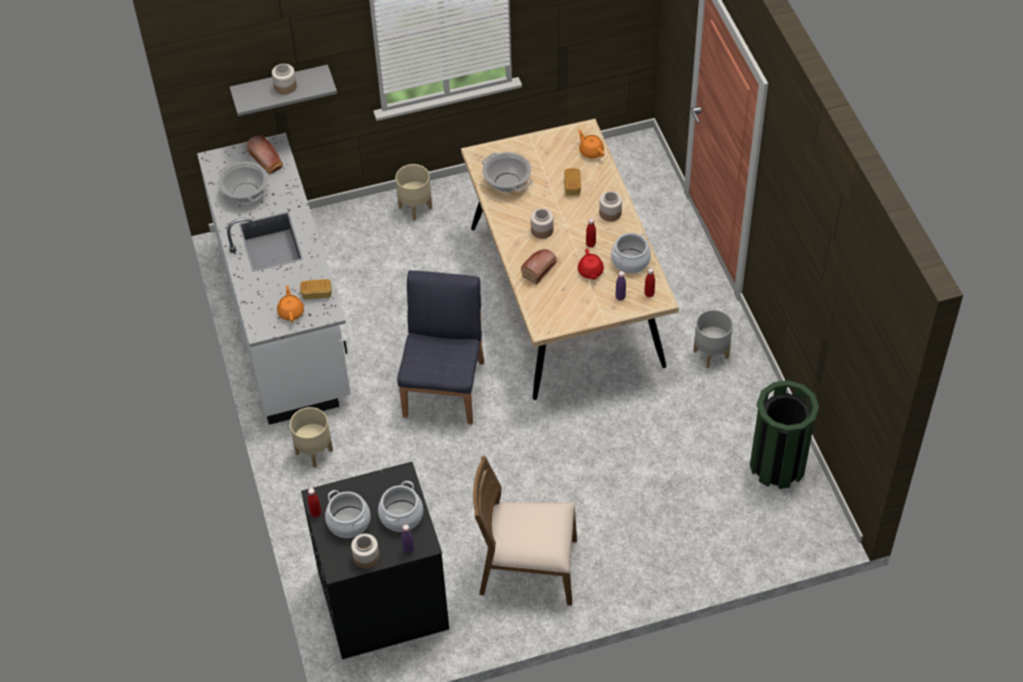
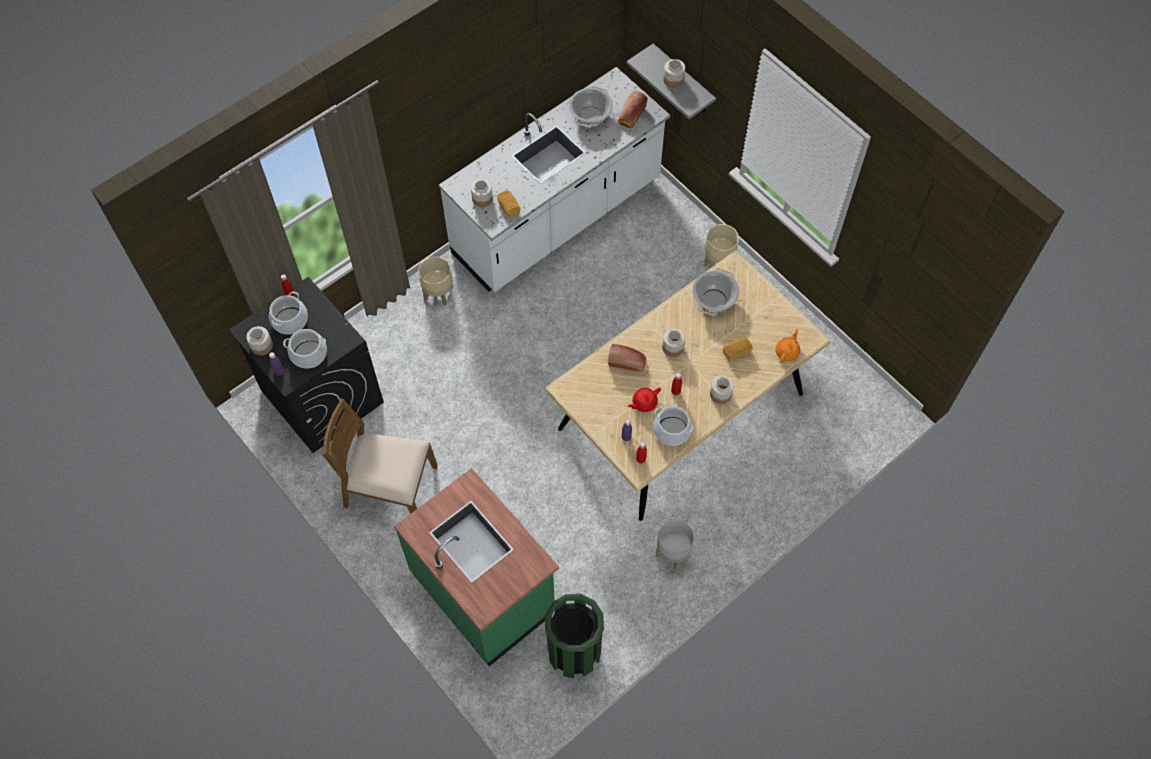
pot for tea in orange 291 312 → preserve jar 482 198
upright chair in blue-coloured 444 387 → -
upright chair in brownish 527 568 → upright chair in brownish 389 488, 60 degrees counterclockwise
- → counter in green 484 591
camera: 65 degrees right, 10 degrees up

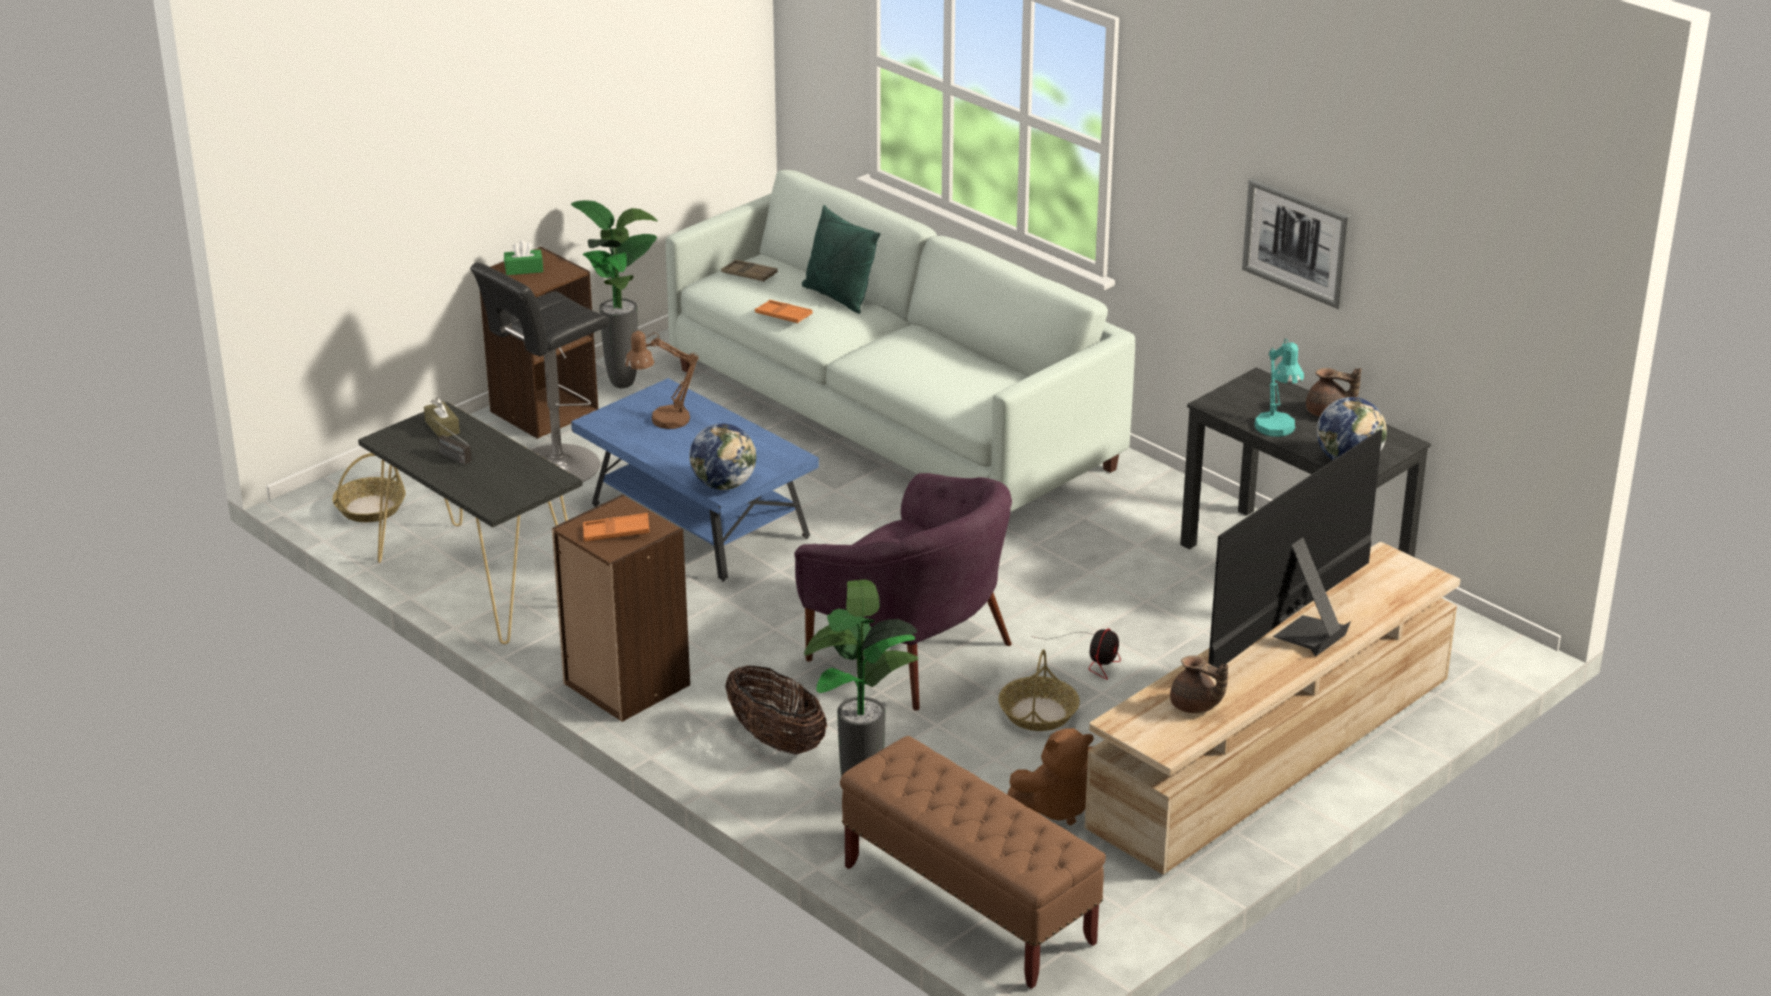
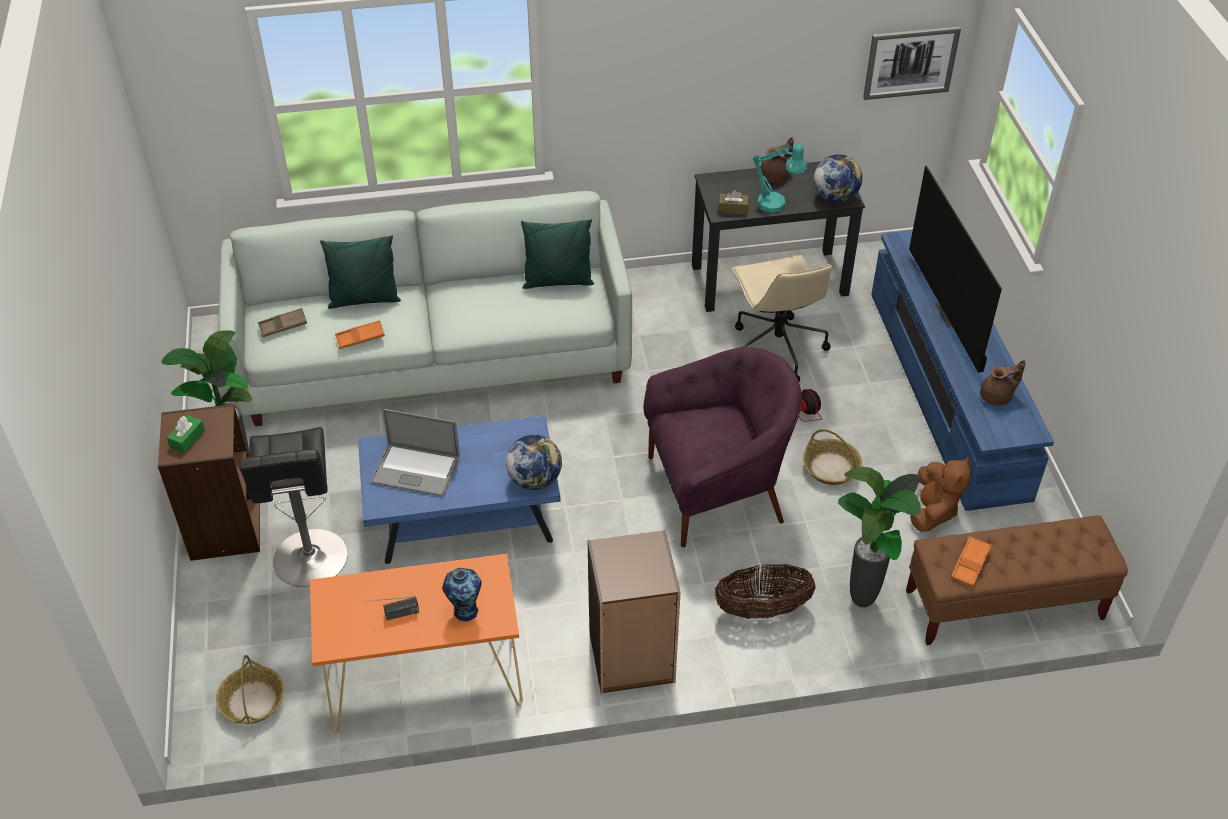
narrow table in black-coloured 479 582 → narrow table in orange 424 680
box of tissues in brownish 442 427 → box of tissues in brownish 733 209, moved
serving tray in orange 616 532 → serving tray in orange 970 564, moved
lamp for a table in brownish 662 421 → notebook computer 416 470
tv unit in beige-coloured 1272 753 → tv unit in blue-coloured 946 392
picture 1297 242 → picture 910 62, moved
- → vase 465 611
- → throw pillow in green 558 281
- → office chair in beige-coloured 776 348
camera: 55 degrees left, 15 degrees up

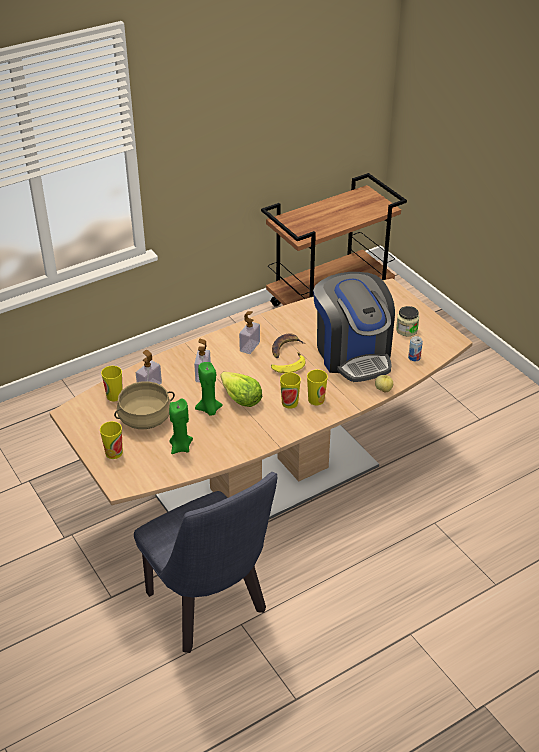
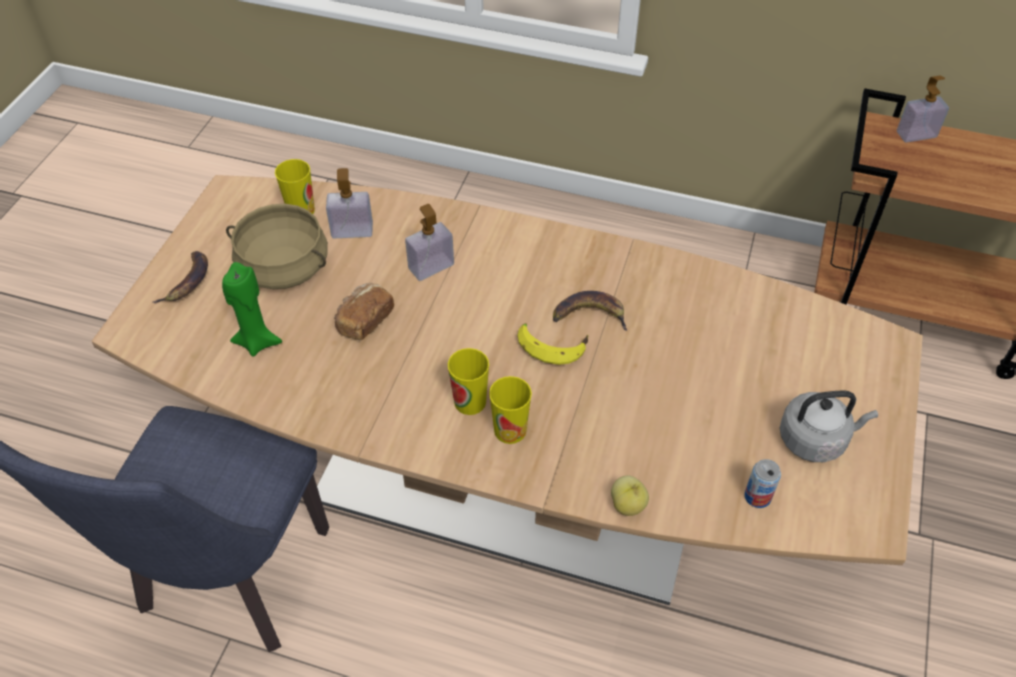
drinking cup 114 452 → banana 188 282
wax light in green 209 410 → bread 364 321
head of lettuce 240 398 → -
soap dispenser 249 346 → soap dispenser 916 134, moved
coffee maker 353 354 → -
preserve jar 406 330 → water kettle in grey 815 439
camera: 50 degrees right, 10 degrees up

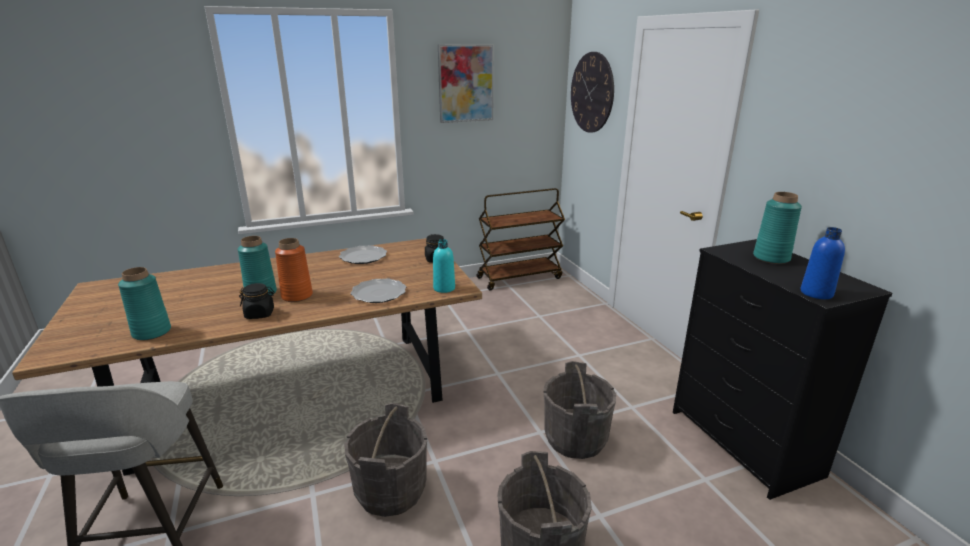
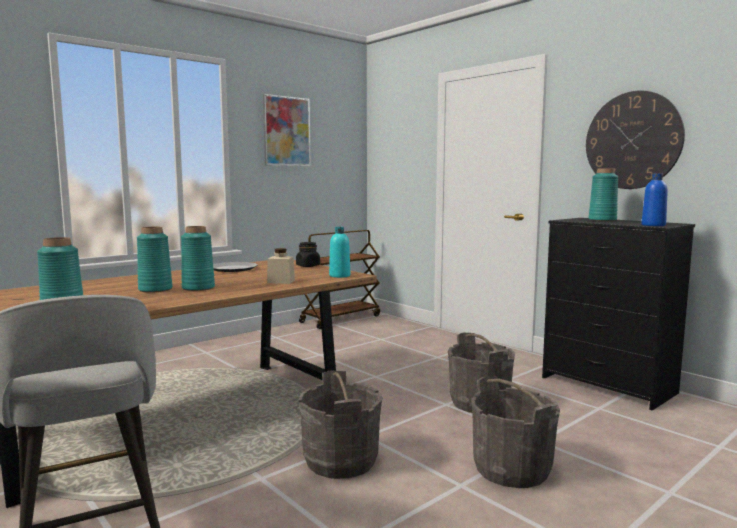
preserve jar in black-coloured 260 314 → -
vase in orange 297 296 → vase in turquoise-coloured 198 288
plate 378 293 → preserve jar in beige-coloured 281 281
clock on the wall 592 93 → clock on the wall 632 140, moved
camera: 20 degrees left, 15 degrees down

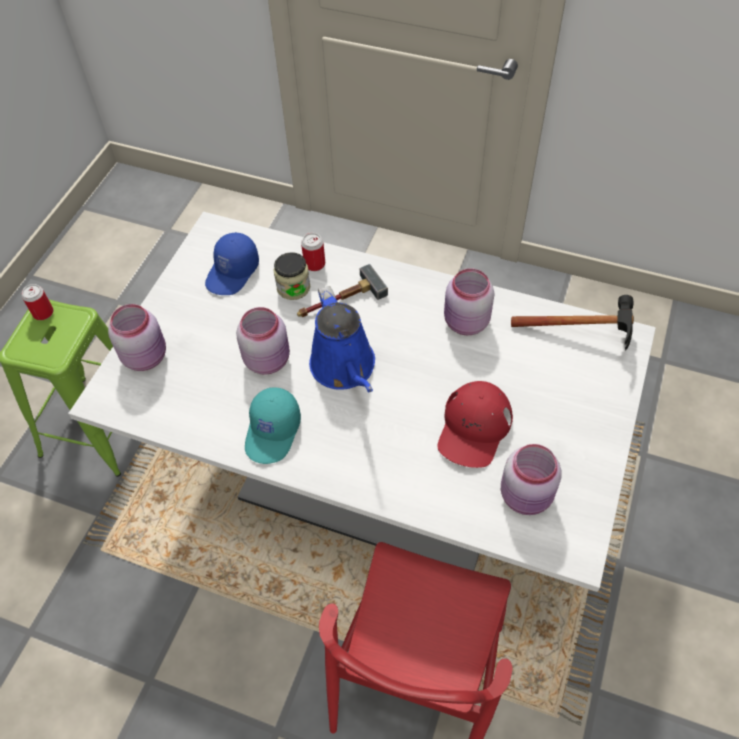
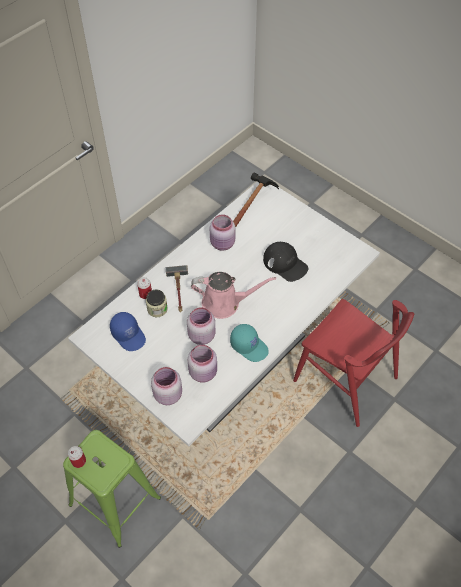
watering can in blue-coloured 345 368 → watering can in pinkish 225 303
baseball cap in red 474 428 → baseball cap in black-coloured 285 264
preserve jar in pinkish 527 496 → preserve jar in pinkish 204 372, moved
camera: 70 degrees left, 0 degrees up

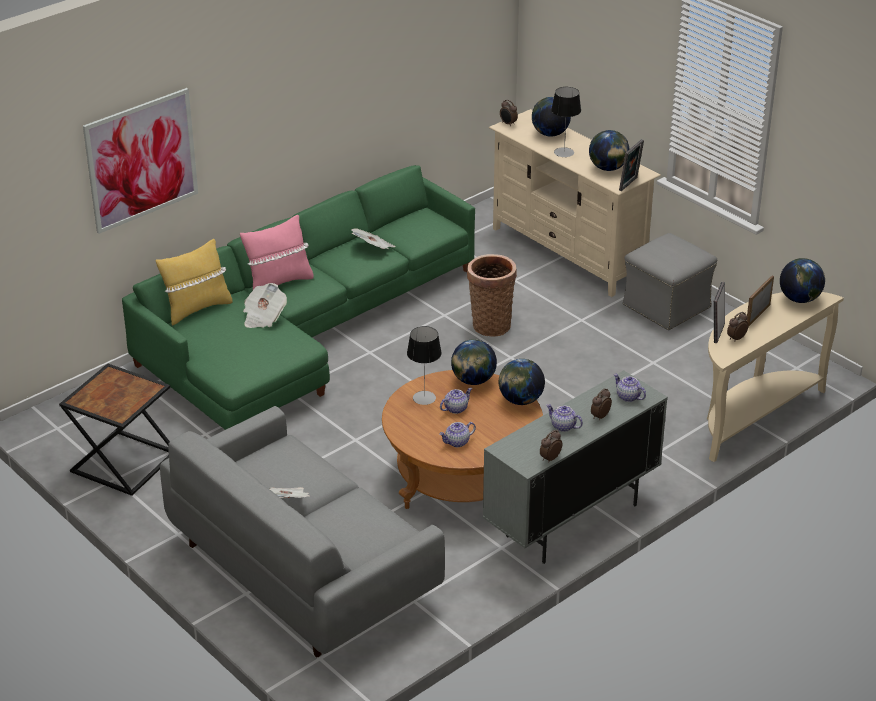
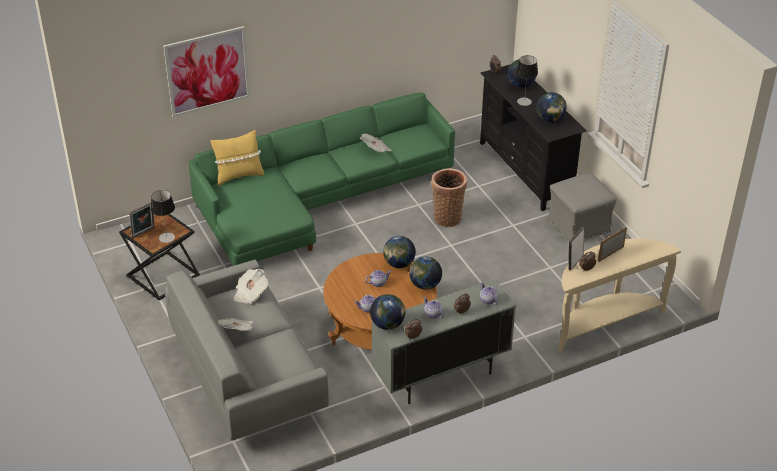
throw pillow in pinkish 278 283 → -
printed paper 263 317 → printed paper 250 294, moved
lamp for a table 424 398 → lamp for a table 167 237, moved
tv unit in beige-coloured 568 253 → tv unit in black-coloured 526 171
standing frame 630 184 → standing frame 144 233, moved
world globe 799 299 → world globe 387 325, moved
camera: 15 degrees right, 5 degrees up

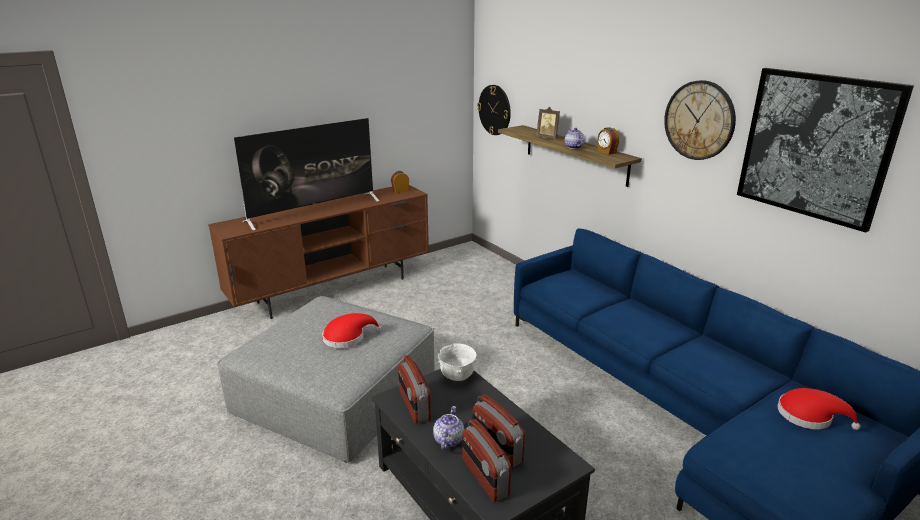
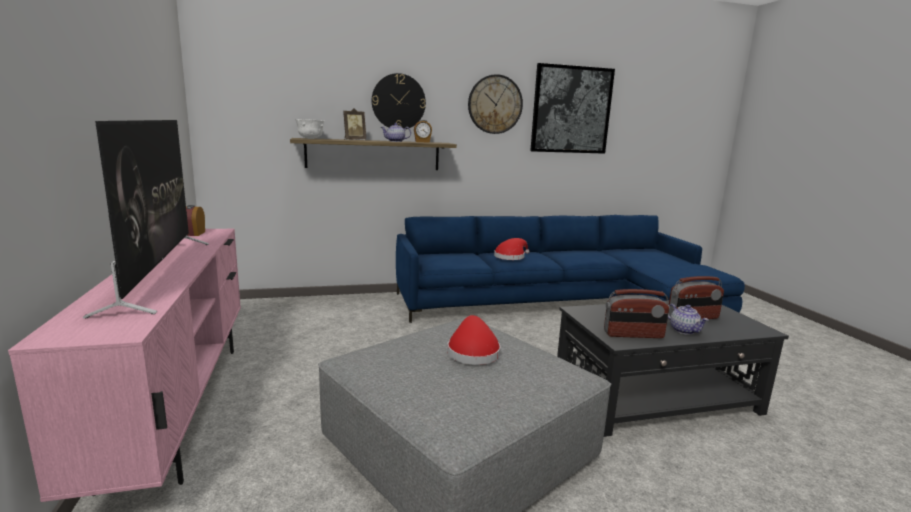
tv unit in brownish 334 290 → tv unit in pinkish 180 406
pot for tea 448 439 → pot for tea 684 330, 150 degrees counterclockwise
serving bowl in white-coloured 457 376 → serving bowl in white-coloured 310 138, moved
radio receiver 484 478 → -
clock on the wall 494 110 → clock on the wall 398 102, moved
clothing hat in red 809 416 → clothing hat in red 511 256, moved
camera: 70 degrees left, 10 degrees down

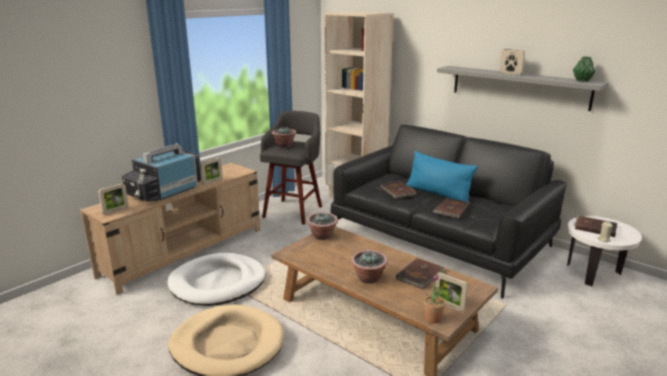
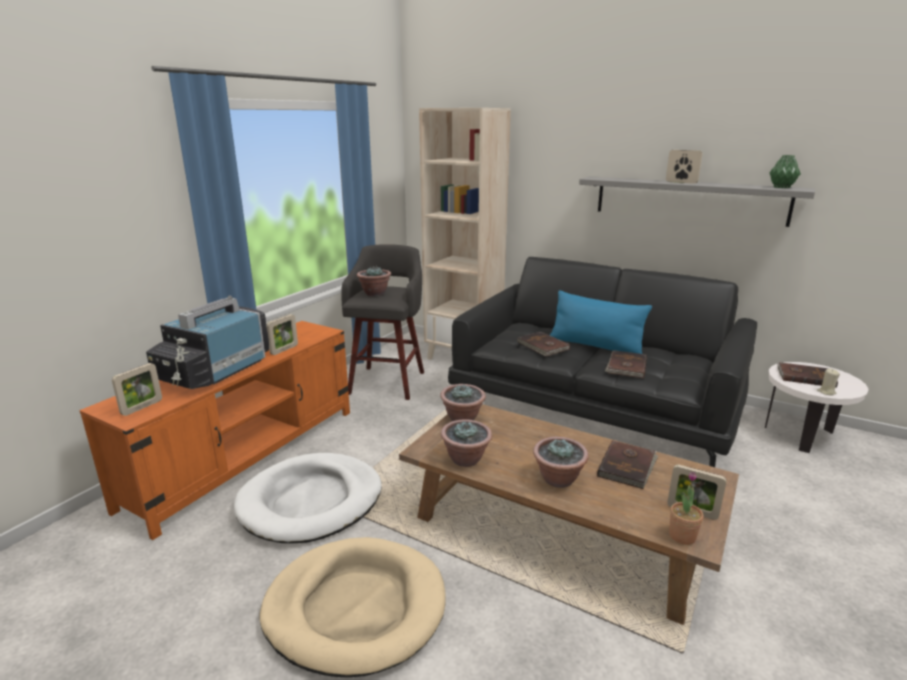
tv unit in beige-coloured 185 251 → tv unit in orange 247 456
- → potted plant 466 459
camera: 10 degrees left, 0 degrees up

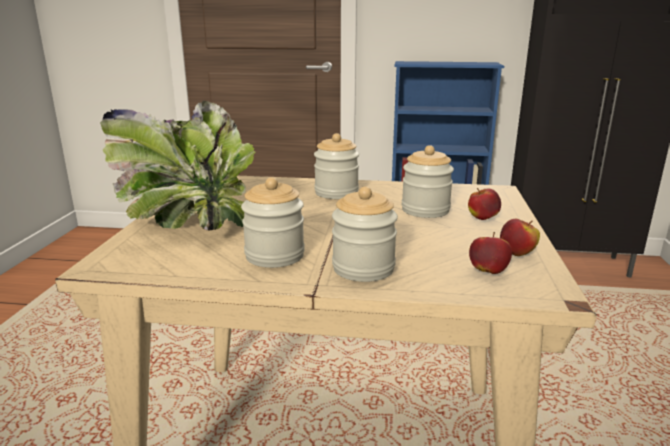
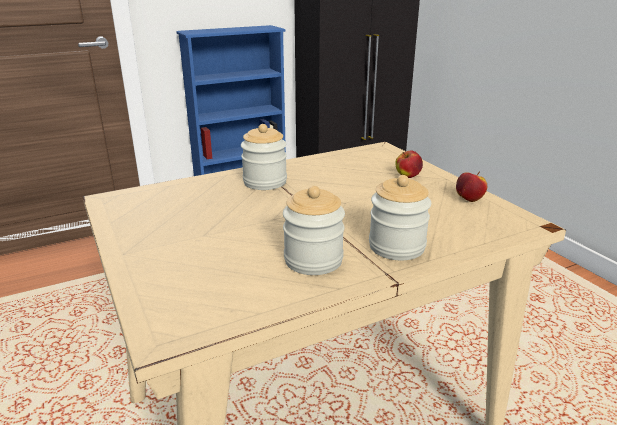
potted plant 190 225 → -
preserve jar 425 210 → -
apple fruit 488 271 → -
camera: 35 degrees left, 5 degrees up

